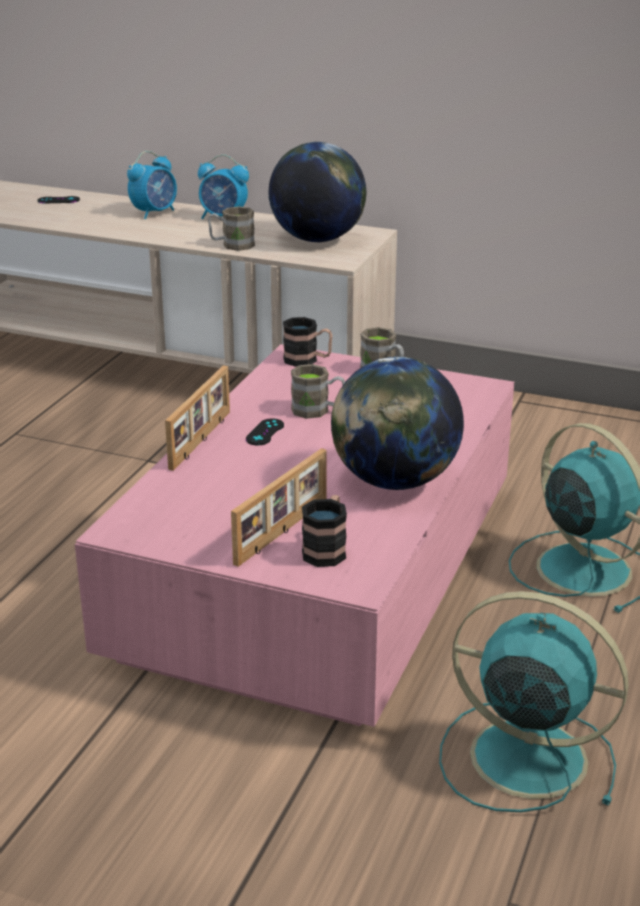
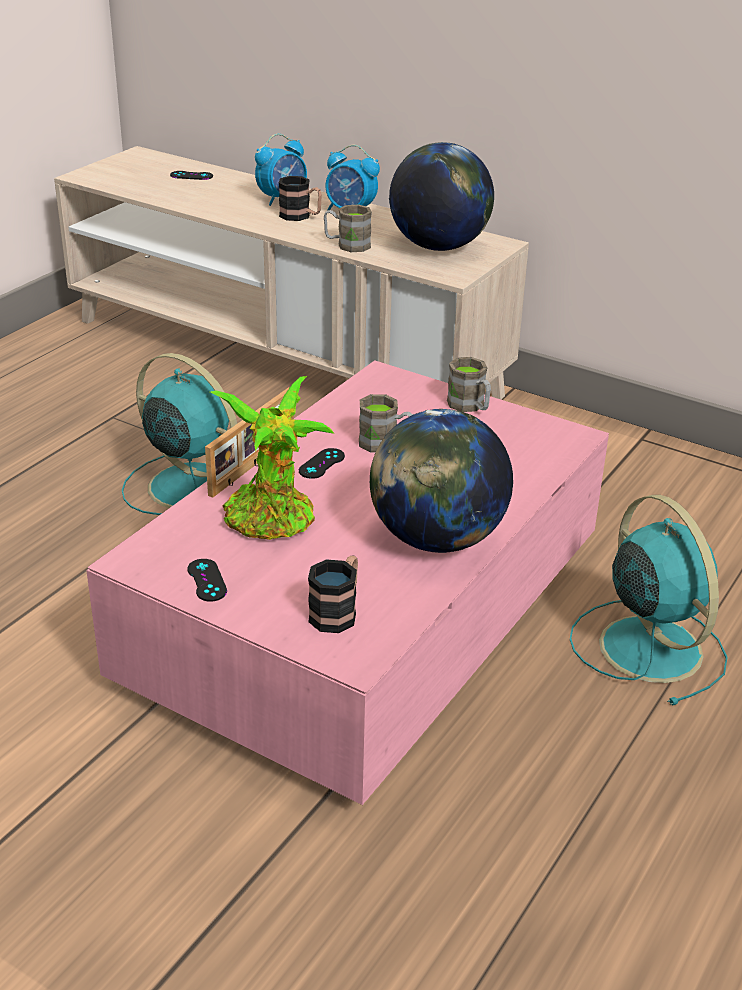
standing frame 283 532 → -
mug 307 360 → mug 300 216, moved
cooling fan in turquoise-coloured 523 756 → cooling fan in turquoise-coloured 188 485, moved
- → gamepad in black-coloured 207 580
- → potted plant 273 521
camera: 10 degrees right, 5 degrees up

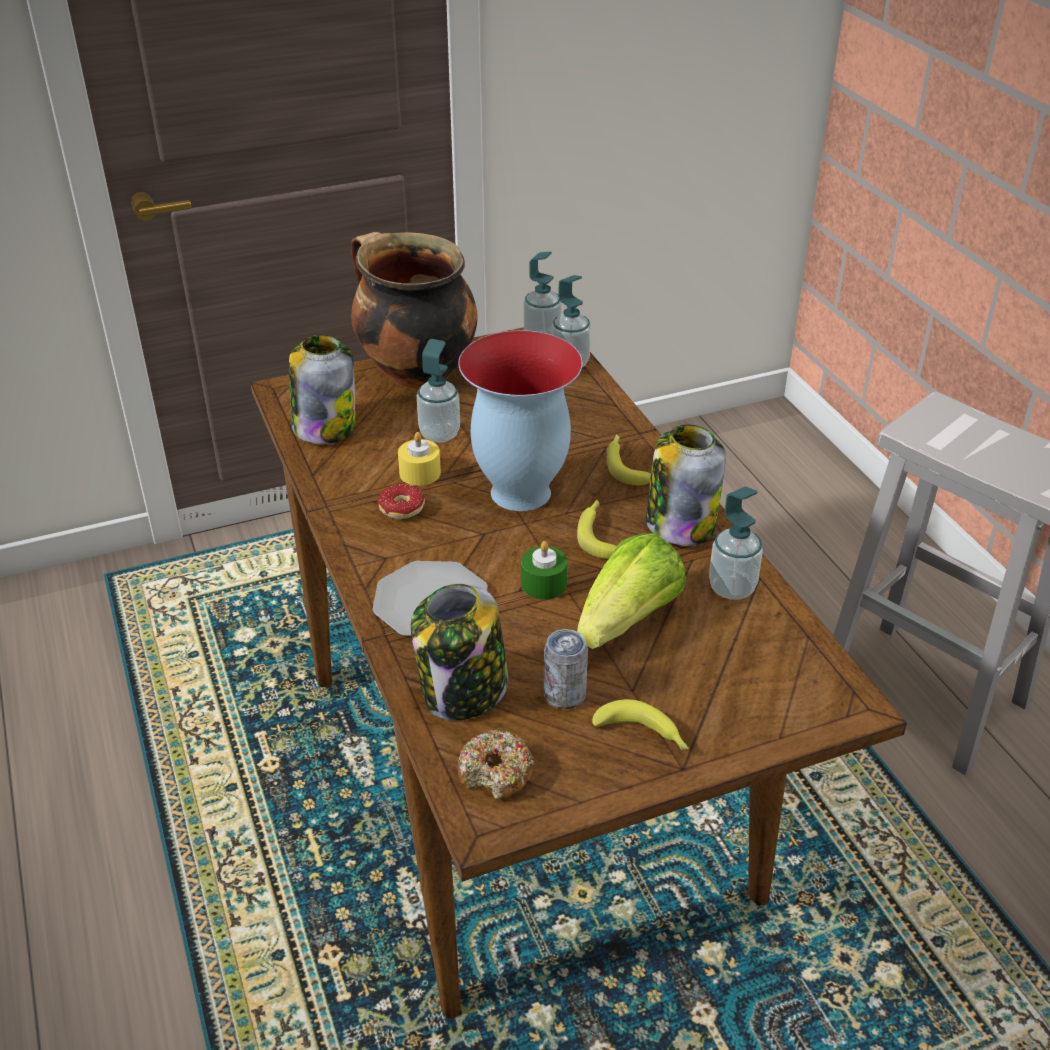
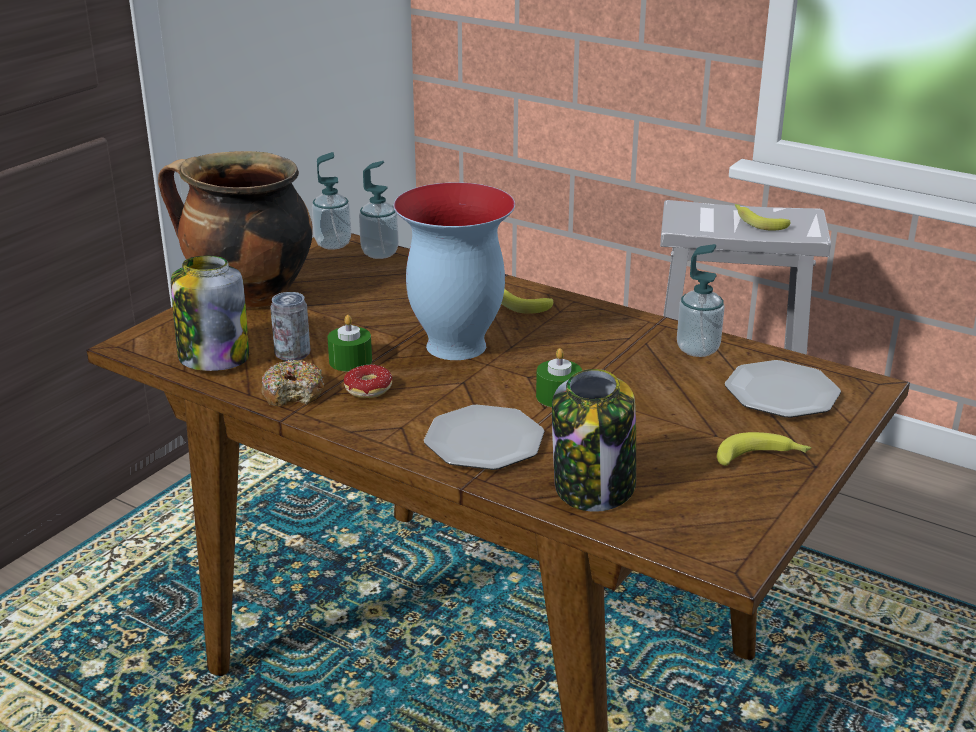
wax light in yellow 420 473 → wax light in green 350 361
soap dispenser 439 434 → -
ring doughnut 496 773 → ring doughnut 293 393, moved
metal can 564 695 → metal can 292 354, moved
banana 598 534 → banana 757 222, moved
head of lettuce 628 620 → -
preserve jar 679 524 → -
- → plate 780 393
camera: 35 degrees left, 10 degrees down

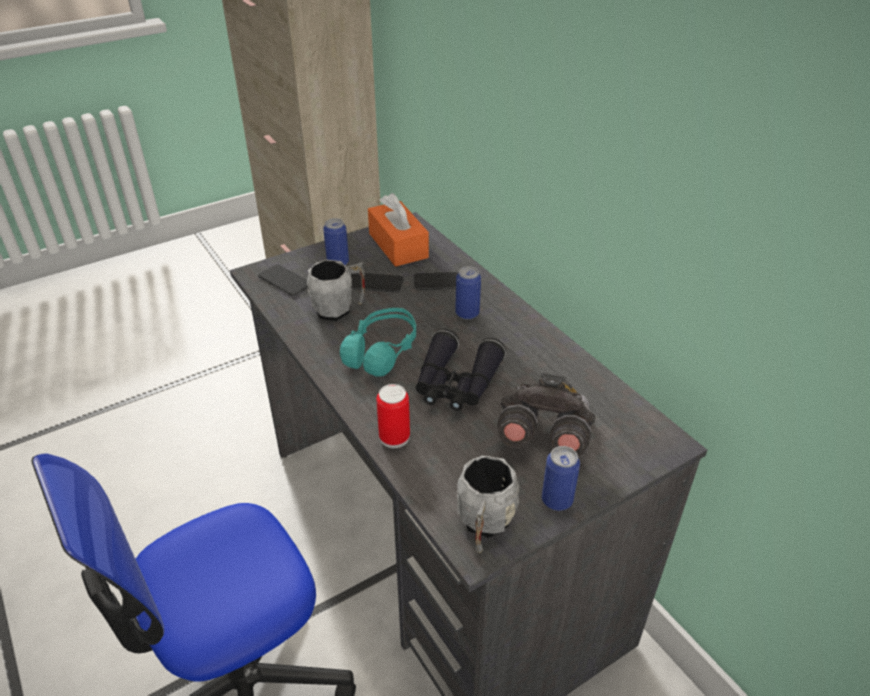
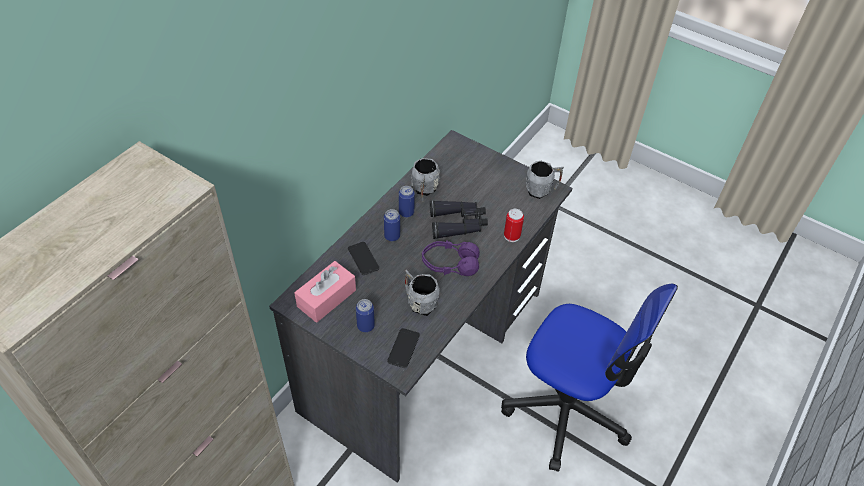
headphones in turquoise-coloured 382 351 → headphones in purplish 450 264
phone 374 283 → -
box of tissues in orange 398 245 → box of tissues in pinkish 326 298
binoculars in grey 543 436 → -
metal can 557 500 → metal can 406 212, moved
- → mug in grey 424 191
camera: 115 degrees left, 10 degrees up

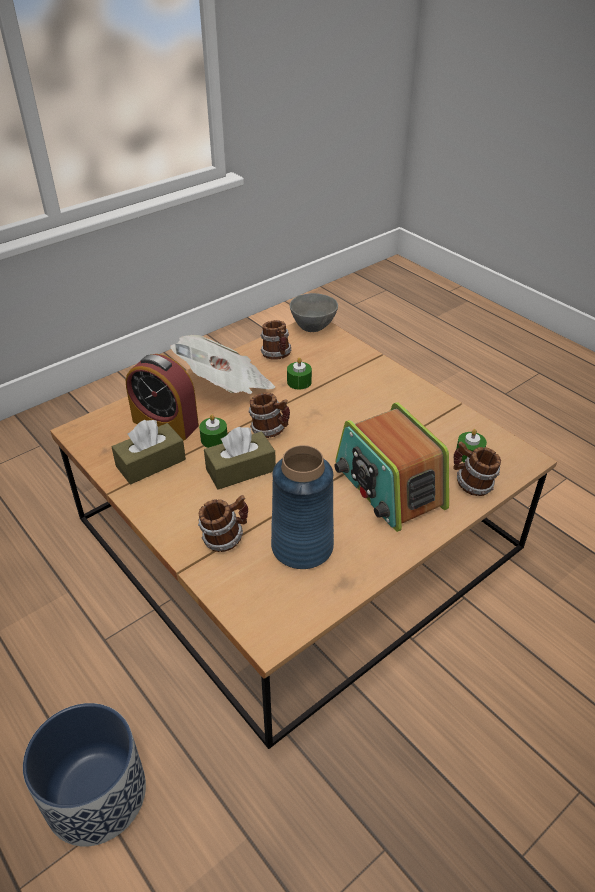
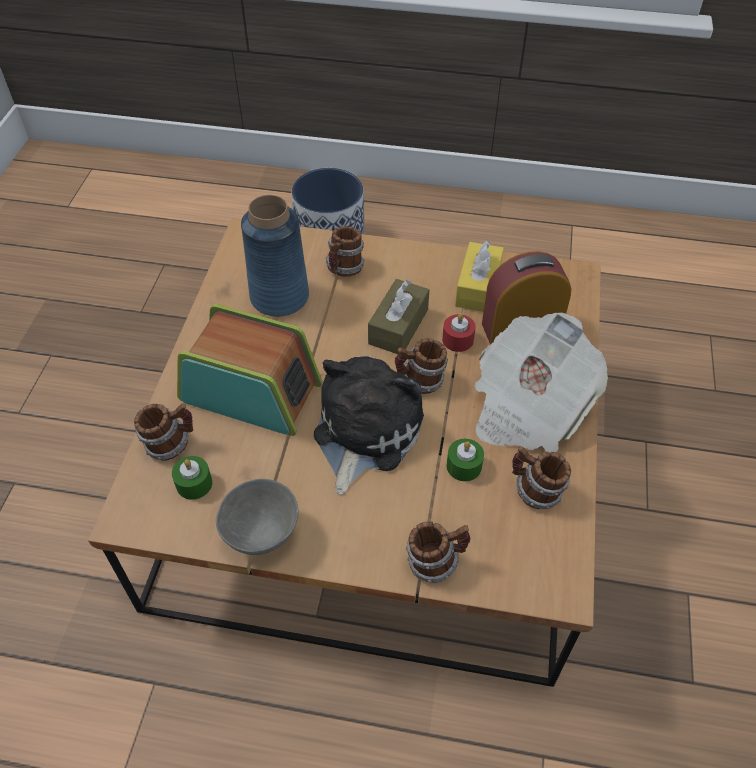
box of tissues in brownish 151 463 → box of tissues in yellow 478 287
wax light in green 214 439 → wax light in red 457 339
serving bowl in grey 313 327 → serving bowl in grey 262 537, moved
- → soft toy 364 432
- → mug 435 562
camera: 140 degrees right, 10 degrees up

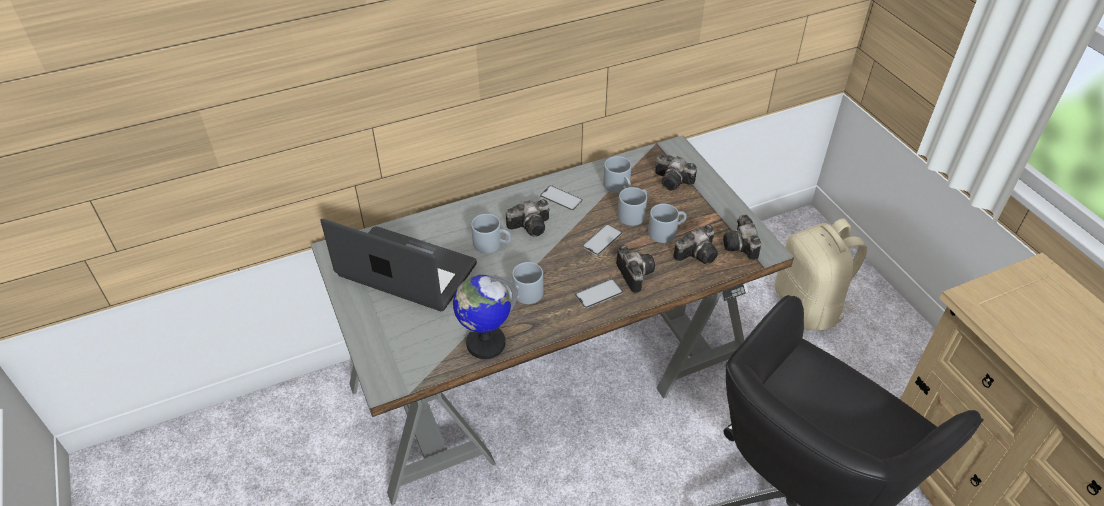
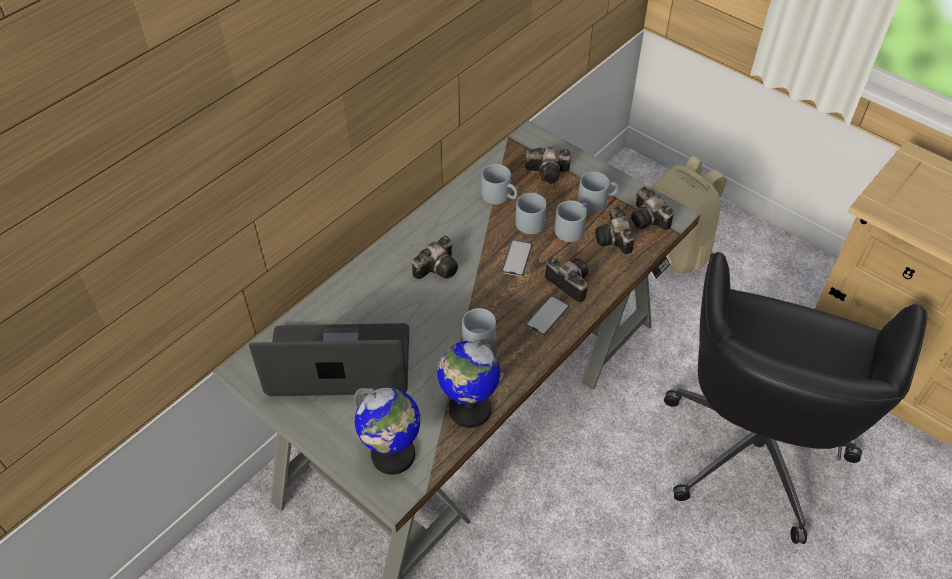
mug in grey 492 244 → mug in grey 597 201, moved
phone 561 198 → -
photo camera 698 253 → photo camera 614 240, 135 degrees clockwise
- → world globe 393 455
camera: 25 degrees left, 5 degrees up

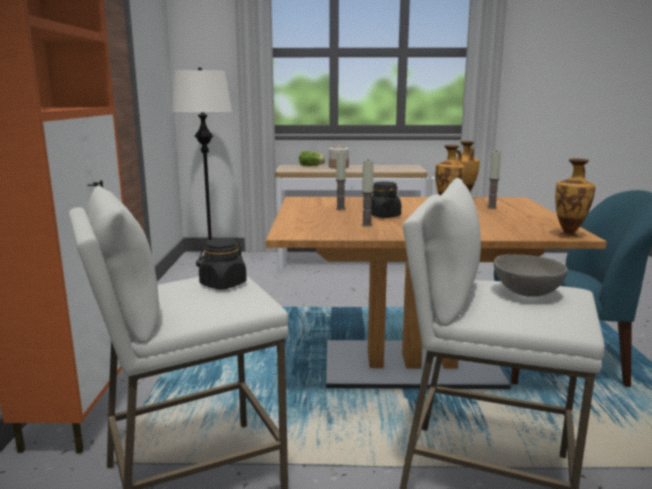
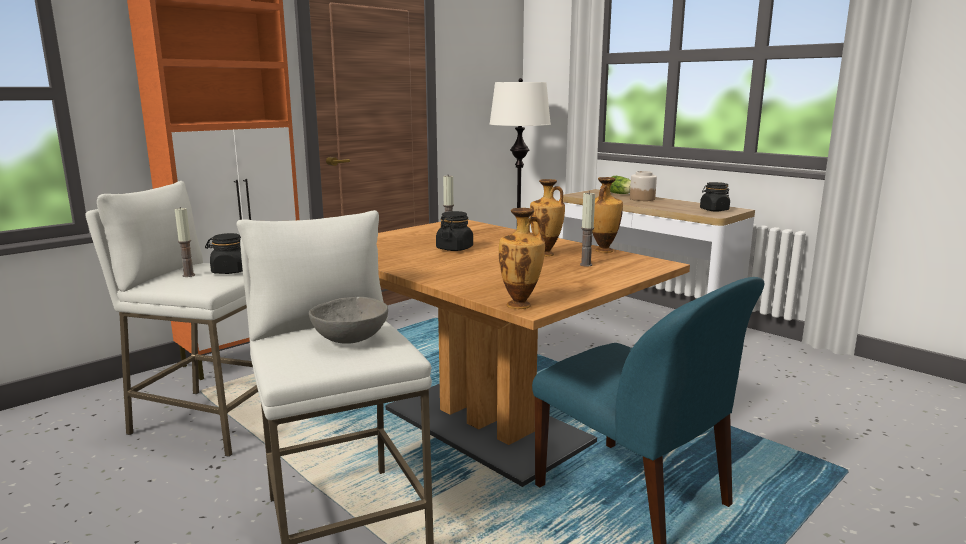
wax light 366 225 → wax light 188 275, moved
- → preserve jar in black-coloured 714 210
camera: 45 degrees right, 0 degrees up

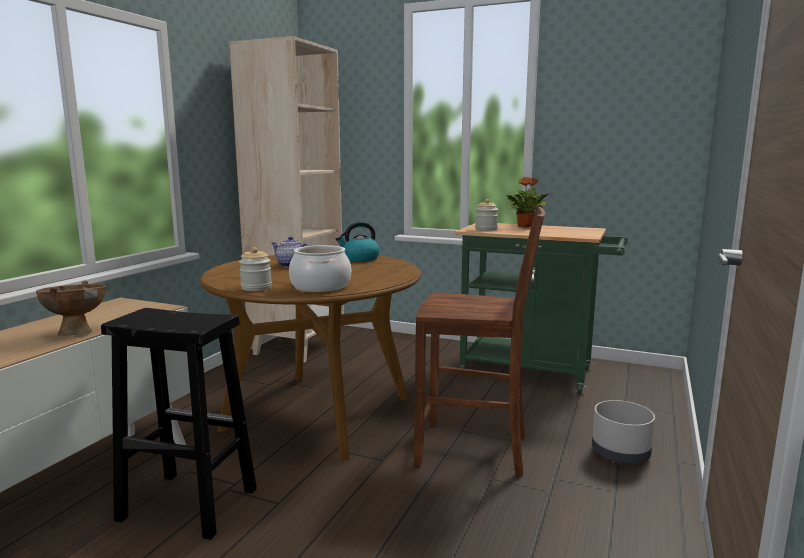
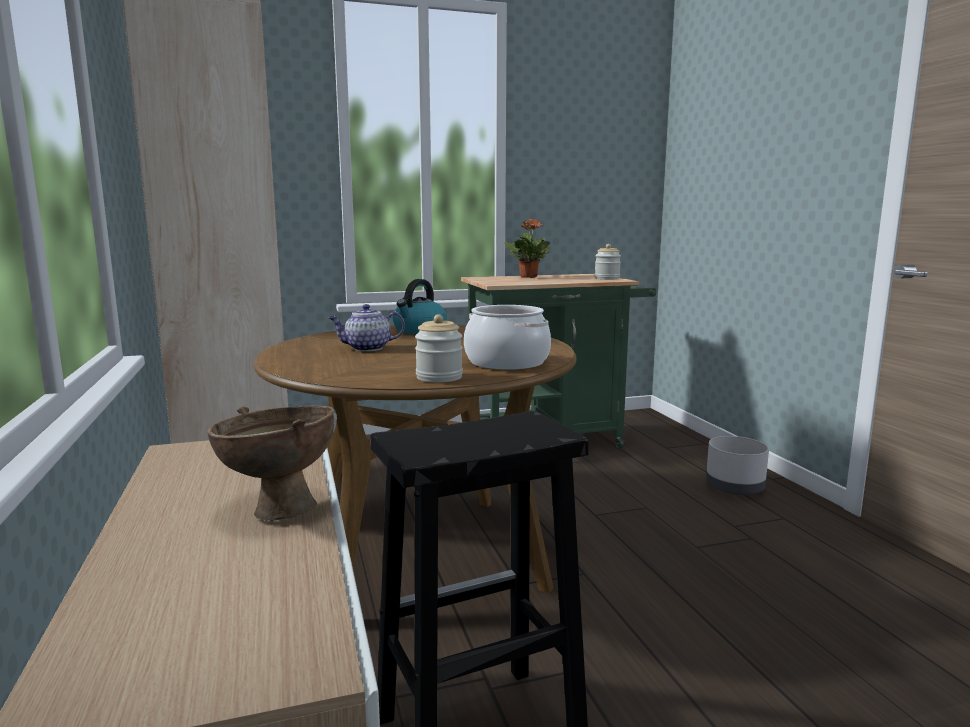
upright chair in brownish 475 450 → -
preserve jar 486 229 → preserve jar 607 278, moved
camera: 40 degrees left, 0 degrees up

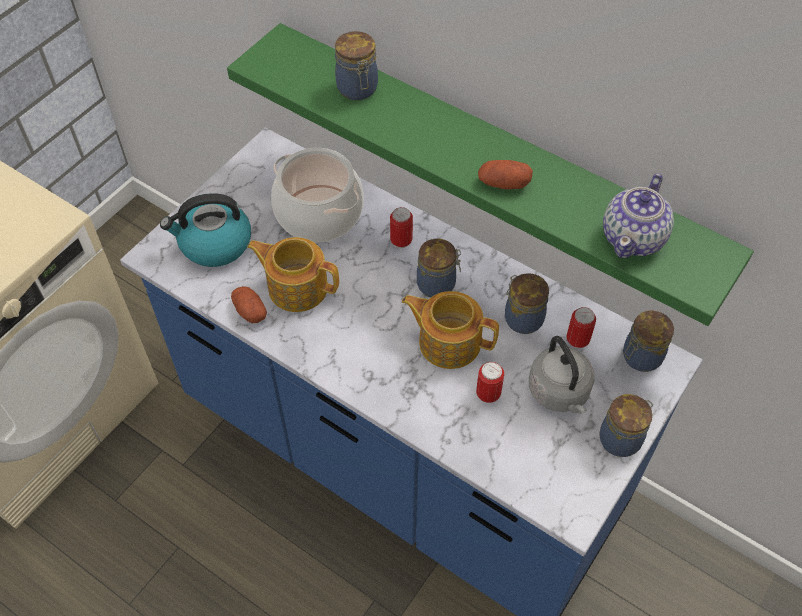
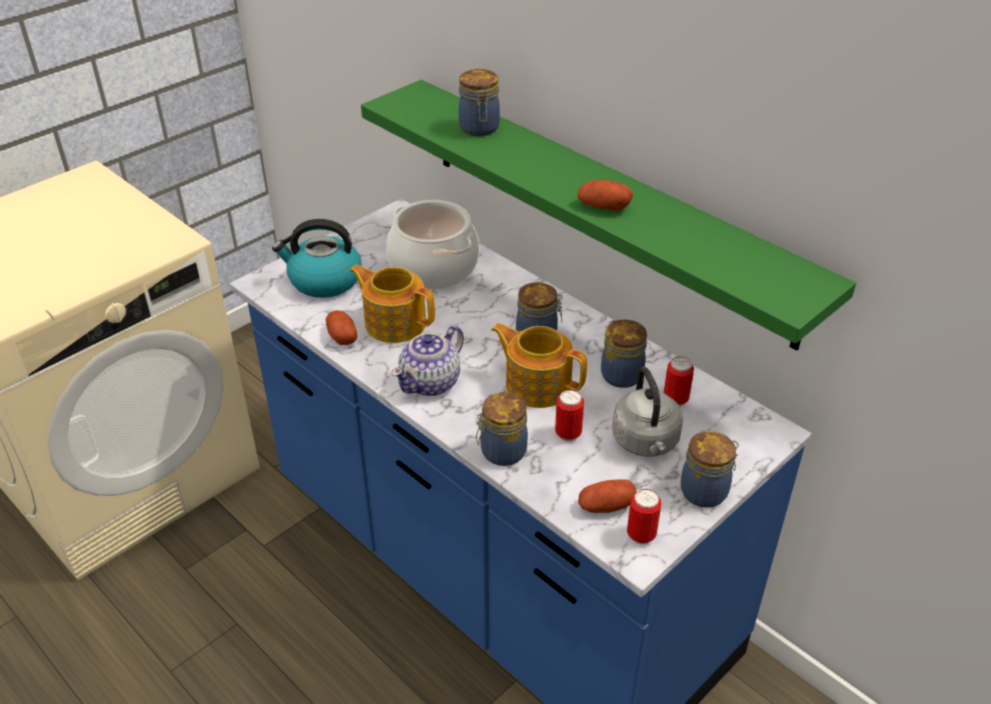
metal can 401 241 → metal can 641 535, moved
pot for tea 634 238 → pot for tea 431 382, moved
preserve jar 640 357 → preserve jar 501 452, moved
- → potato 606 506
camera: 10 degrees right, 15 degrees down

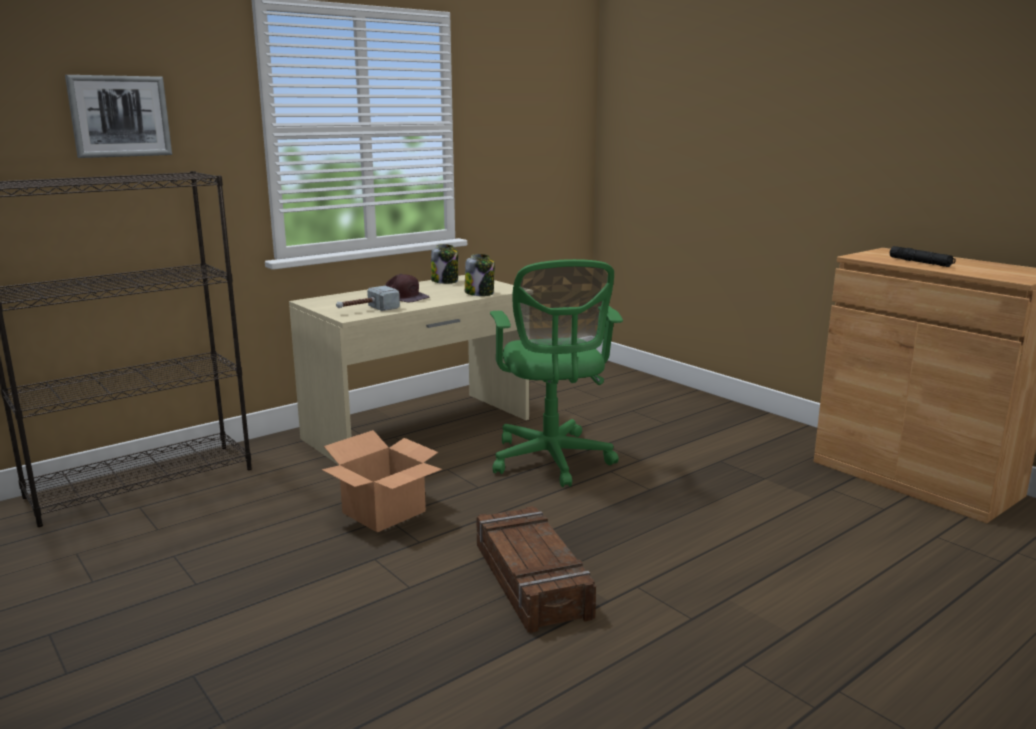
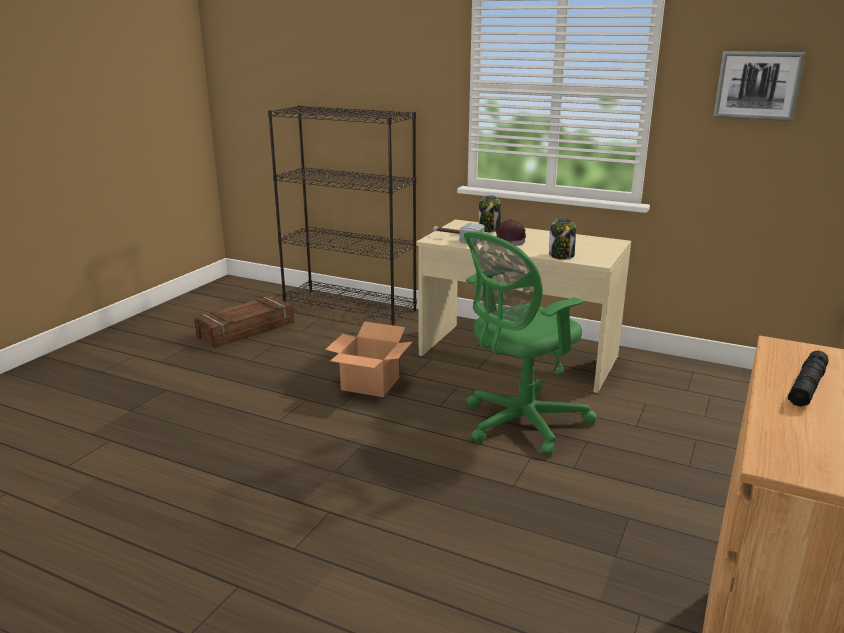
picture 120 116 → picture 757 85, moved
preserve jar 445 281 → preserve jar 489 229, moved
crate 530 580 → crate 246 330, moved
camera: 65 degrees right, 5 degrees up

